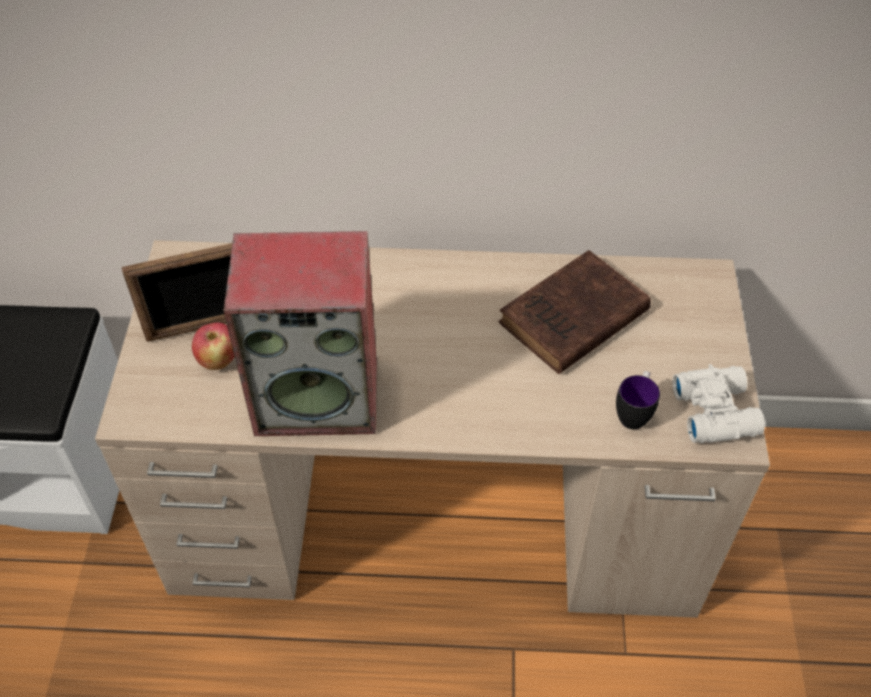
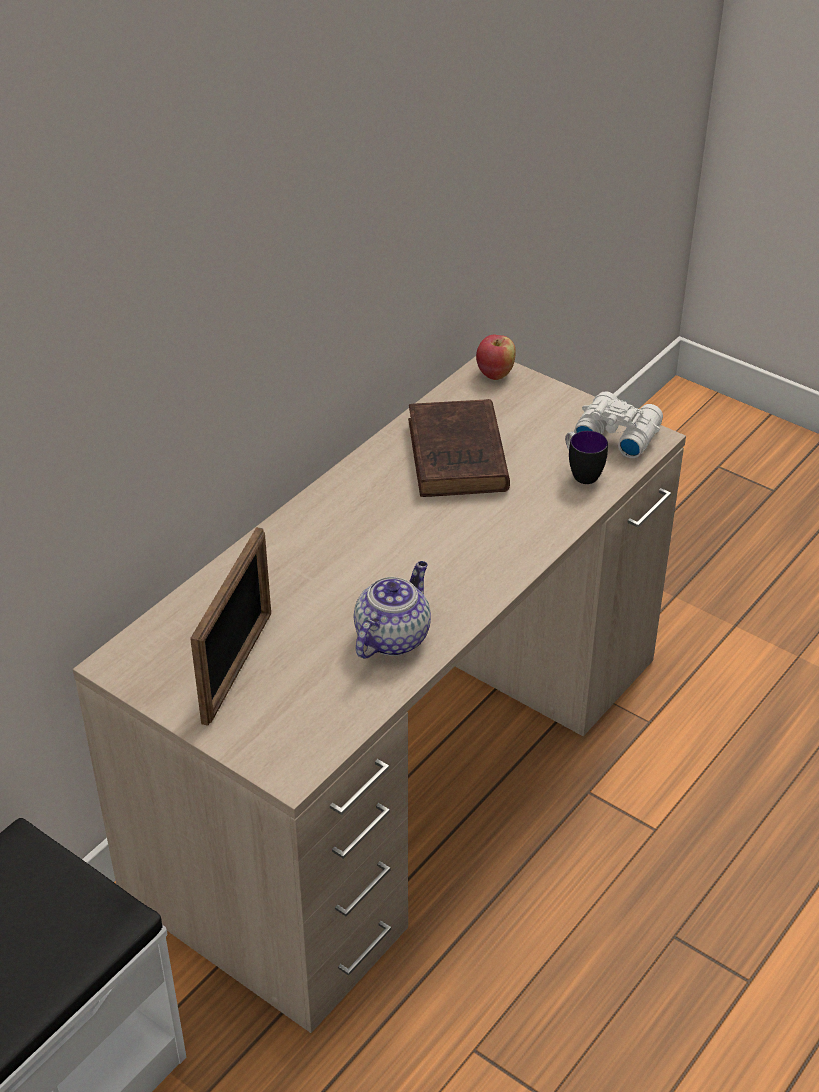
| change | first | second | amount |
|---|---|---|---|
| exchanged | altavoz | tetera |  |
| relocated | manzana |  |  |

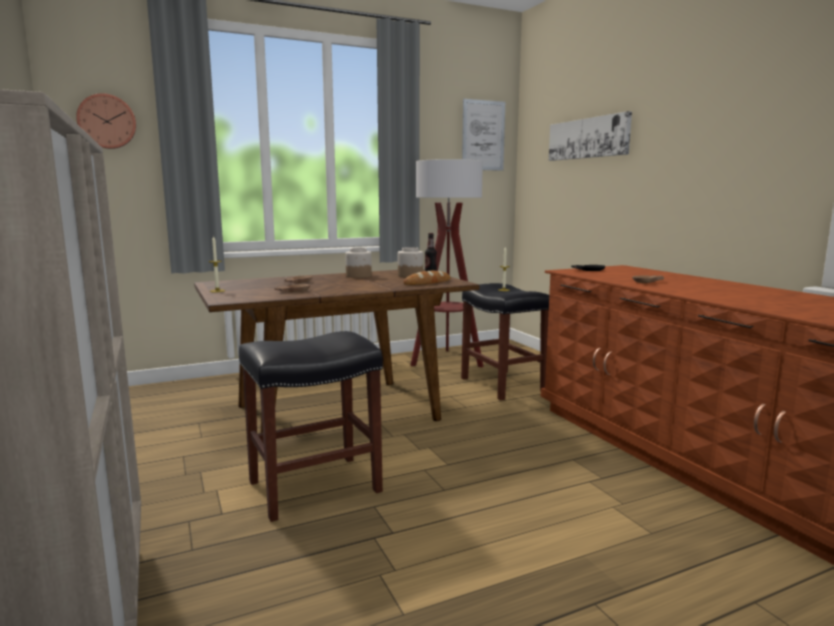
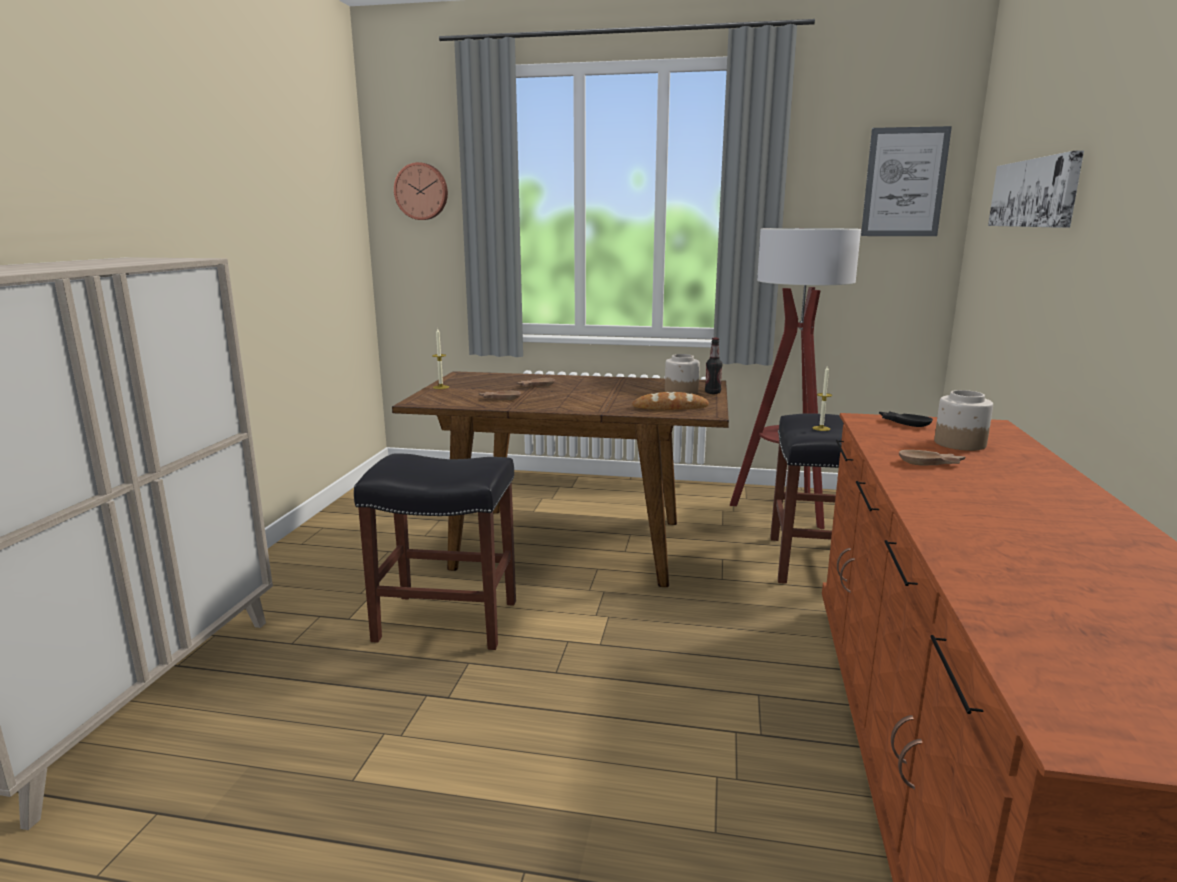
| change | first | second | amount |
|---|---|---|---|
| relocated | tarro (no. 1 from left in the first image) | tarro (no. 2 from left) |  |

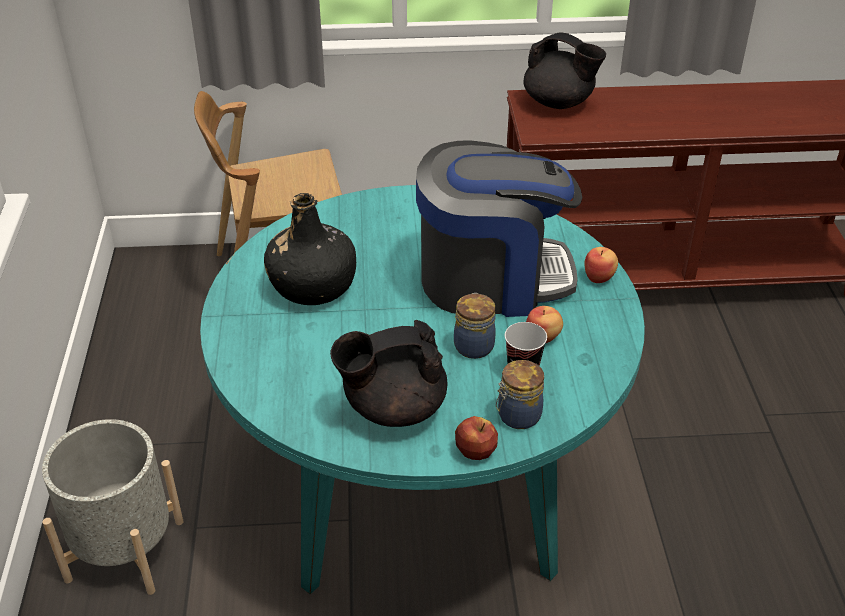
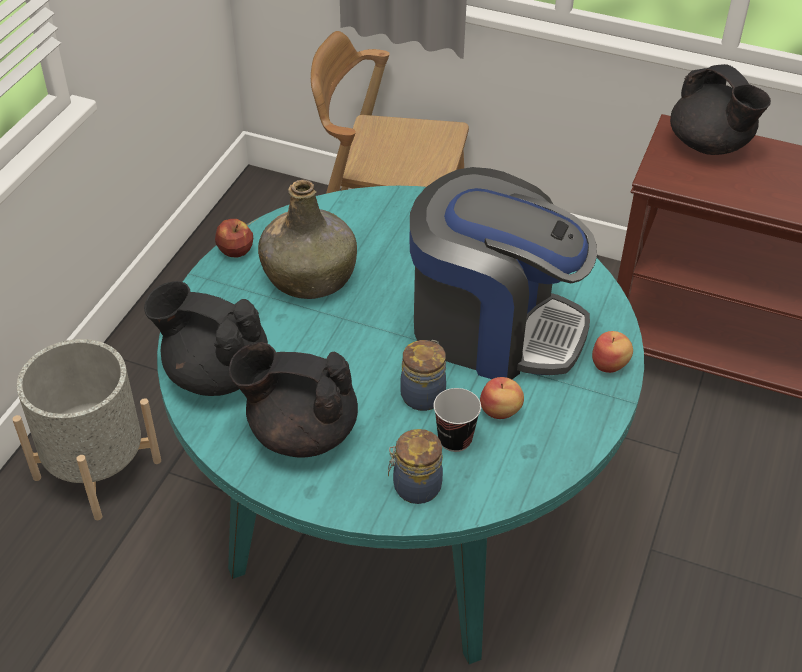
| change | first | second | amount |
|---|---|---|---|
| colour | botella/negro | botella/verde |  |
| relocated | manzana (no. 1 from left) |  |  |
| appeared |  | tetera/negro (no. 1 from left) |  |

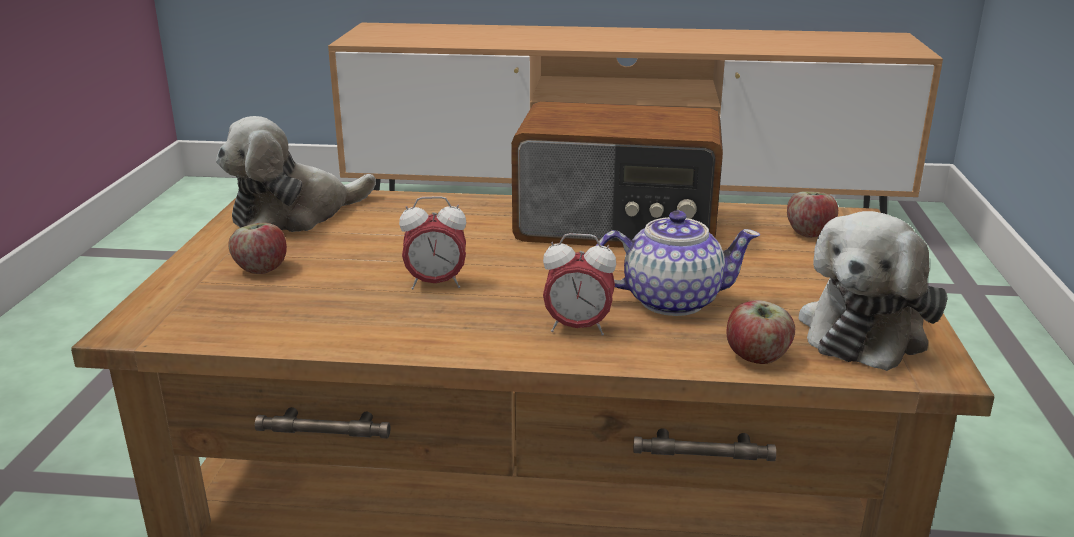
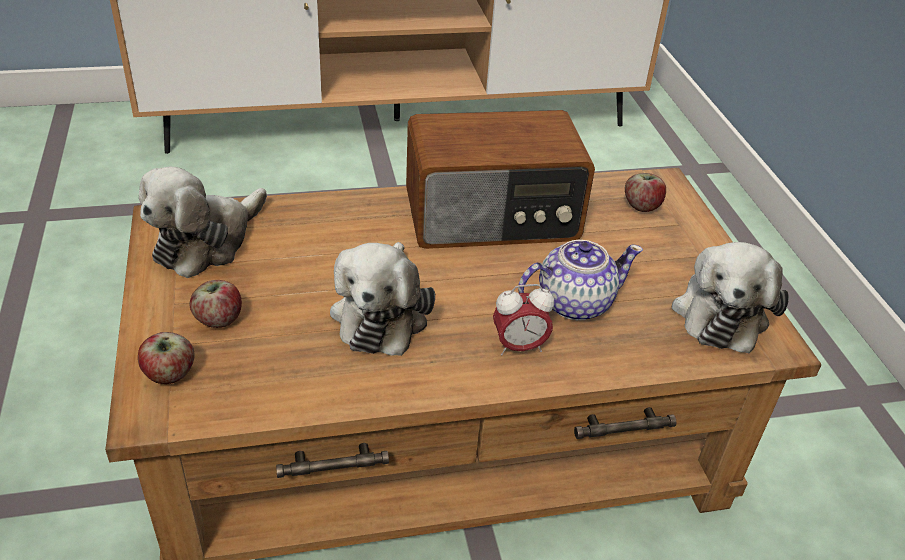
| change | first | second | amount |
|---|---|---|---|
| exchanged | despertador (no. 1 from left) | peluche (no. 2 from left) |  |
| relocated | manzana (no. 2 from left in the first image) | manzana (no. 1 from left) |  |

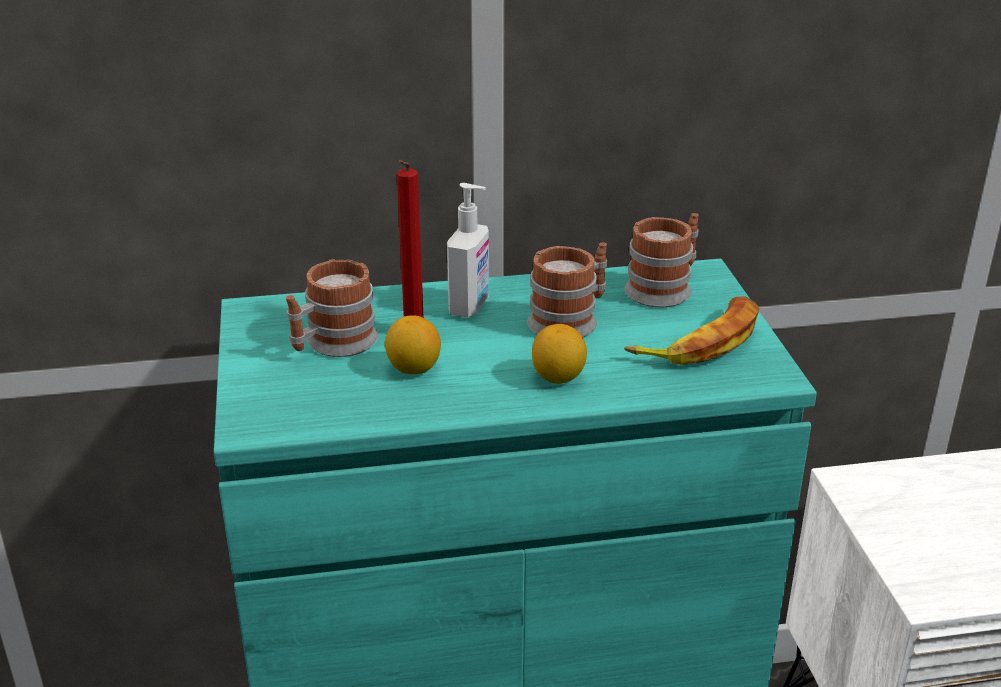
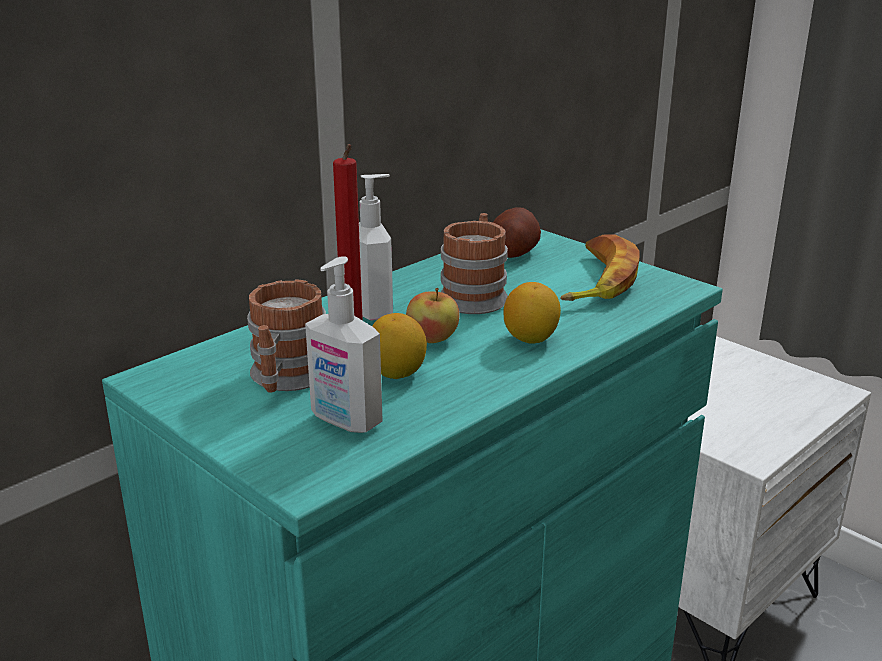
| change | first | second | amount |
|---|---|---|---|
| exchanged | taza grande (no. 3 from left) | patata |  |
| appeared |  | dispensador de jabón (no. 1 from left) |  |
| appeared |  | manzana |  |

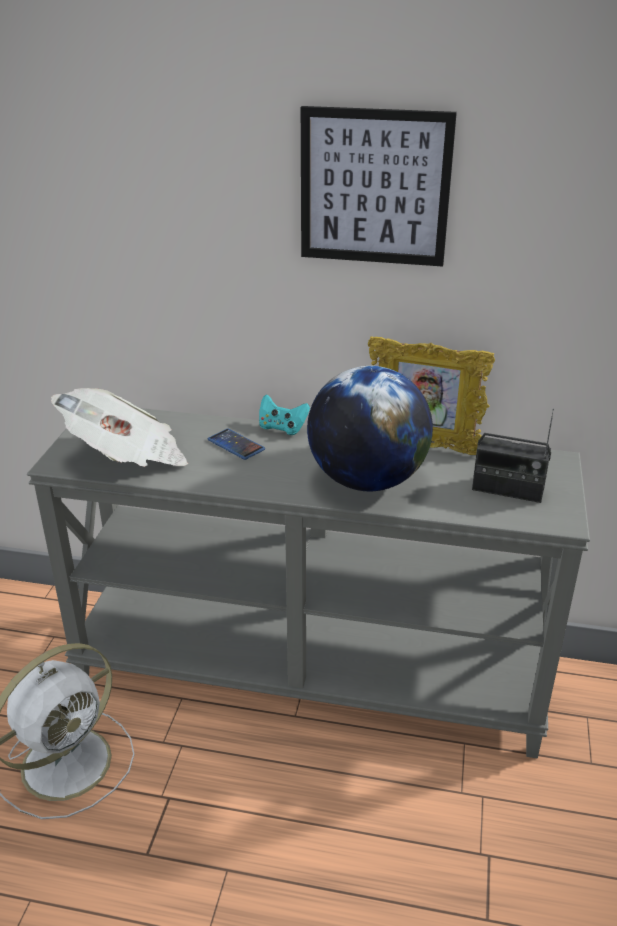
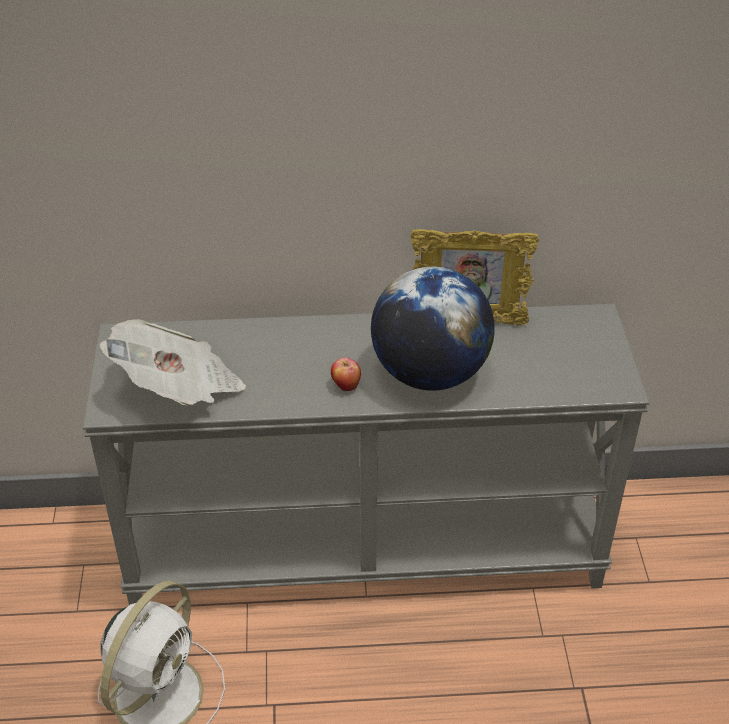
| change | first | second | amount |
|---|---|---|---|
| missing | cuadro |  |  |
| missing | mando de consola/turquesa |  |  |
| missing | radio |  |  |
| missing | móvil |  |  |
| appeared |  | manzana |  |

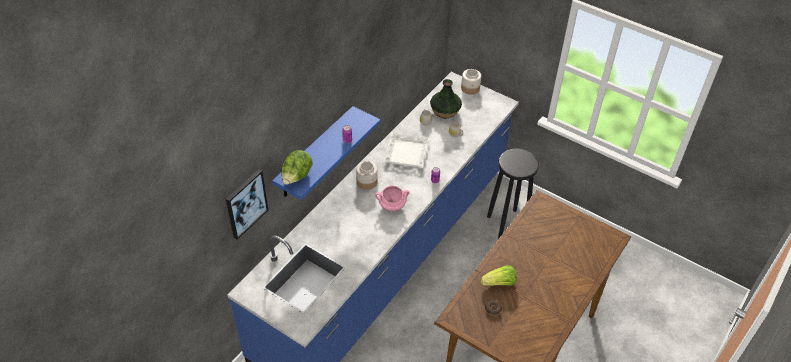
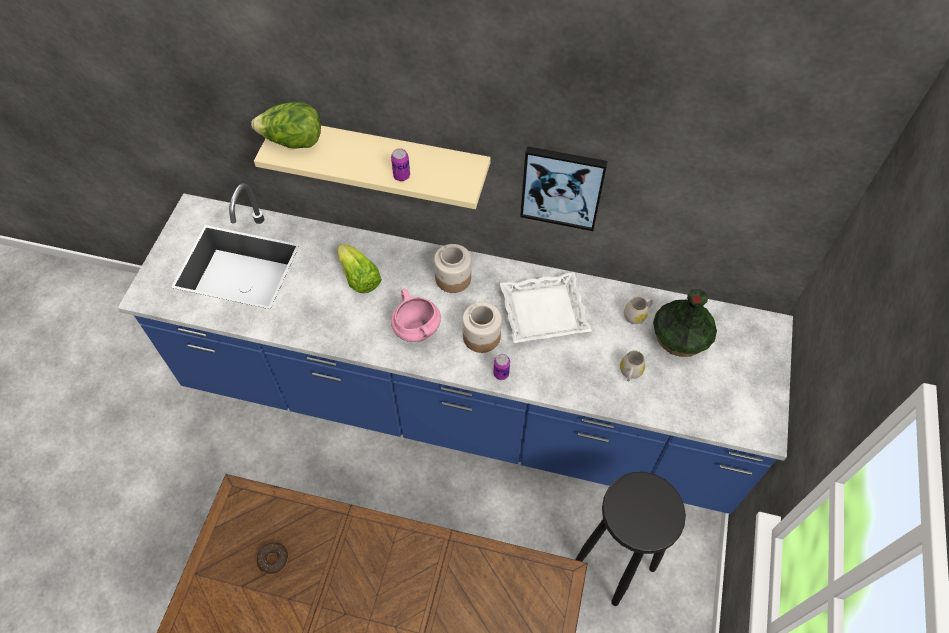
| change | first | second | amount |
|---|---|---|---|
| relocated | tarro (no. 2 from left) |  |  |
| colour | estante/azul | estante/beis |  |
| relocated | cuadro |  |  |
| relocated | lechuga (no. 2 from left) |  |  |

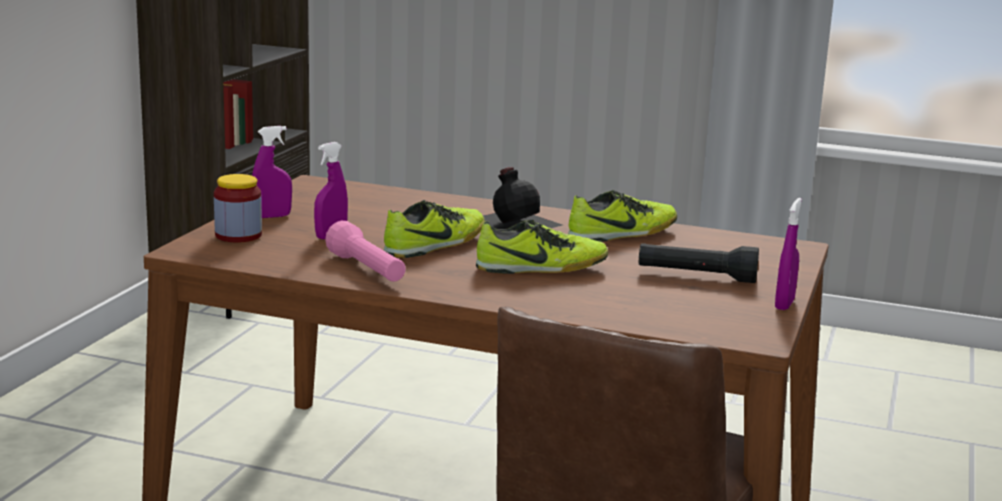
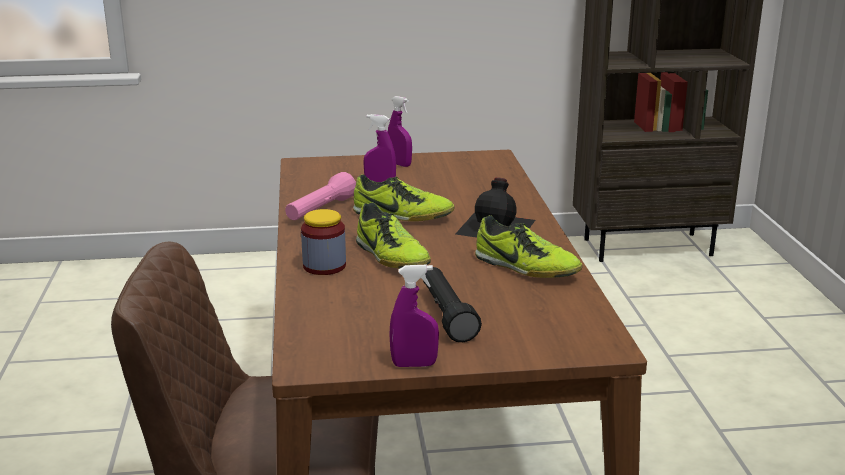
| change | first | second | amount |
|---|---|---|---|
| relocated | tarro |  |  |

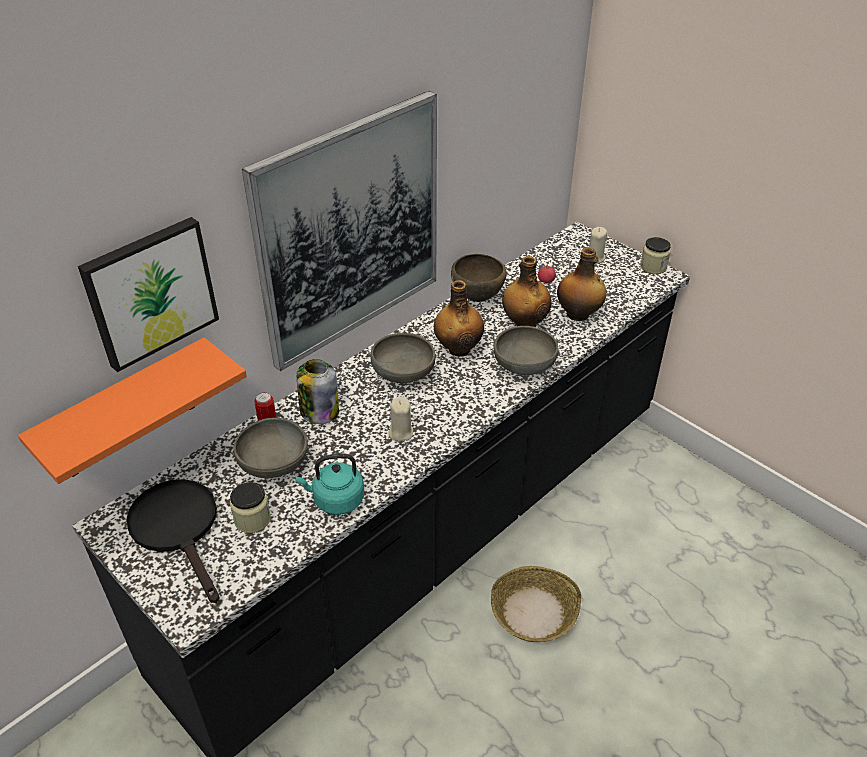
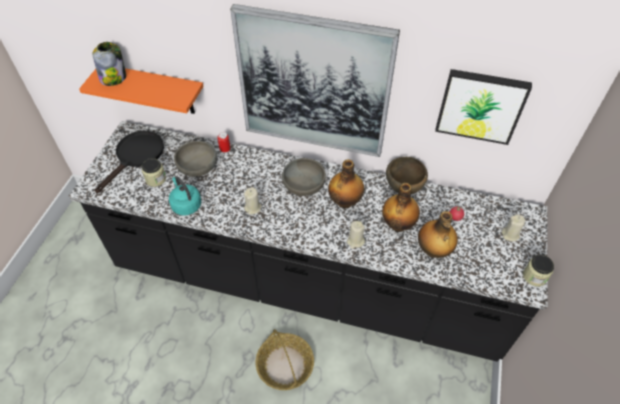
| change | first | second | amount |
|---|---|---|---|
| relocated | cuadro (no. 1 from left in the first image) | cuadro (no. 2 from left) |  |
| exchanged | cuenco/gris (no. 3 from left) | vela/beis (no. 2 from left) |  |
| relocated | tarro (no. 2 from left in the first image) | tarro (no. 1 from left) |  |

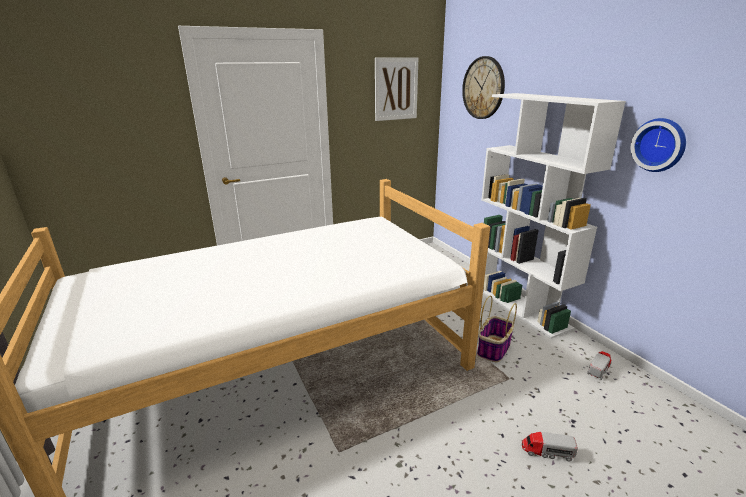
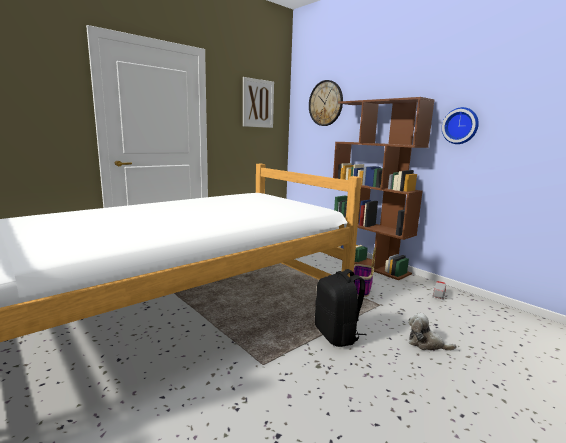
| change | first | second | amount |
|---|---|---|---|
| colour | estantería/blanco | estantería/marrón |  |
| exchanged | camión de juguete (no. 1 from left) | peluche |  |
| appeared |  | mochila/negro |  |

